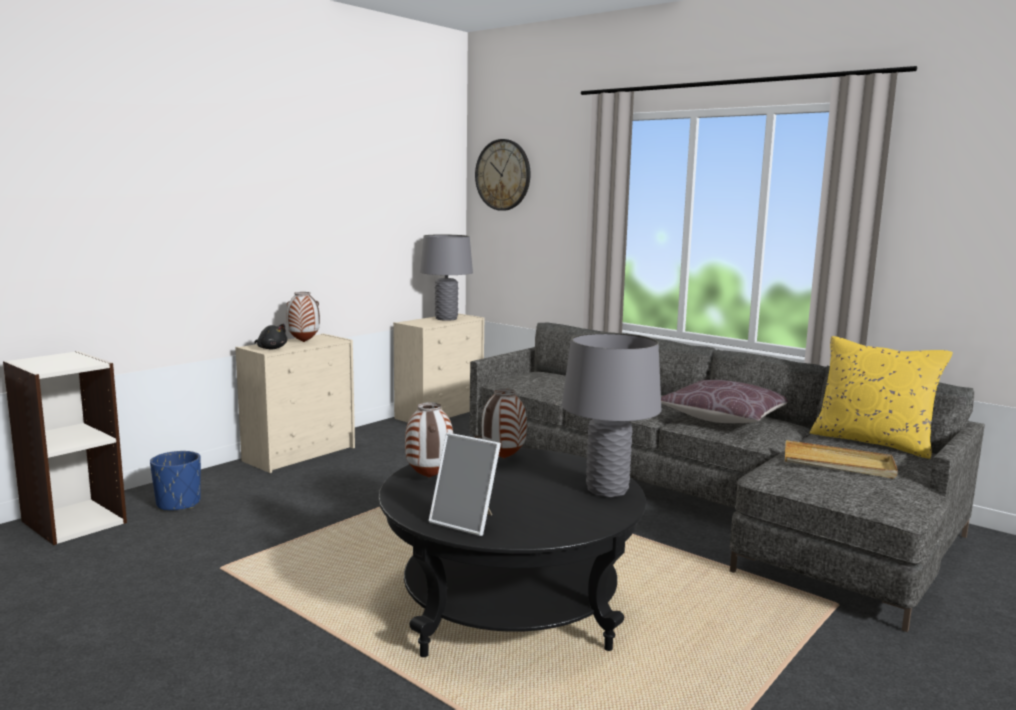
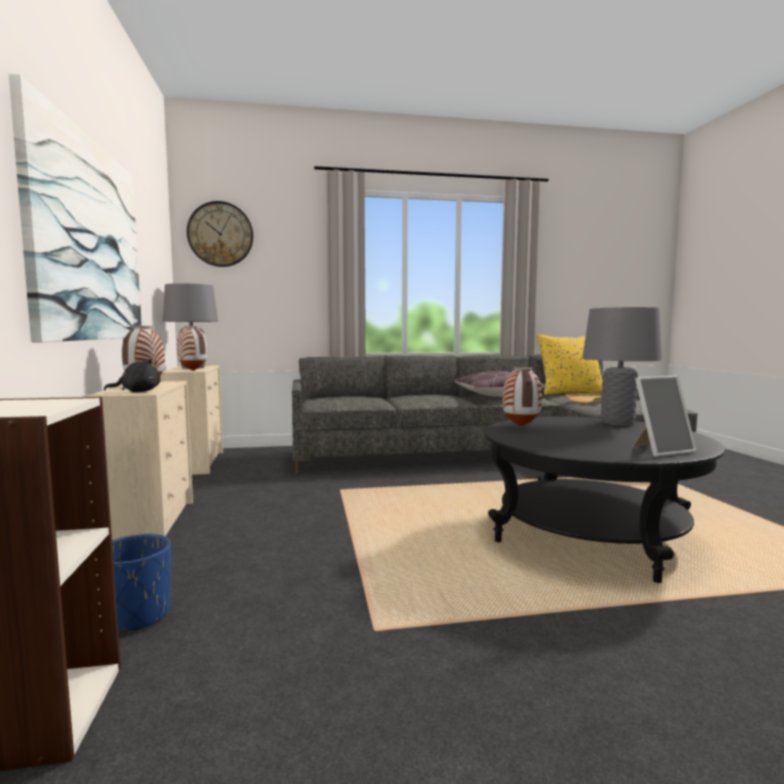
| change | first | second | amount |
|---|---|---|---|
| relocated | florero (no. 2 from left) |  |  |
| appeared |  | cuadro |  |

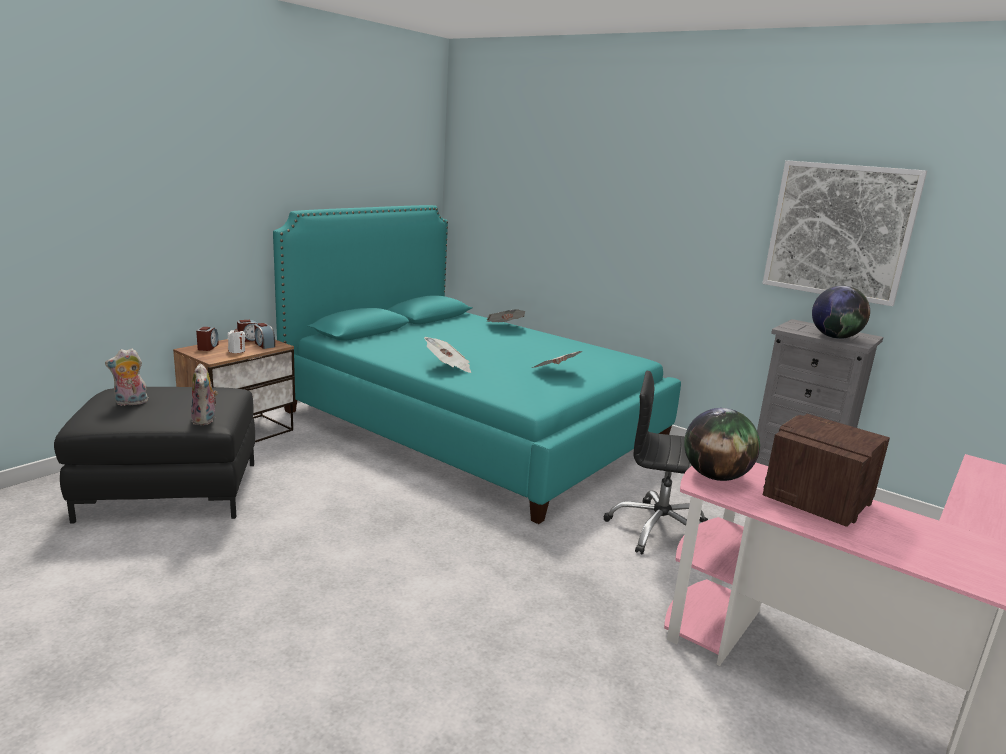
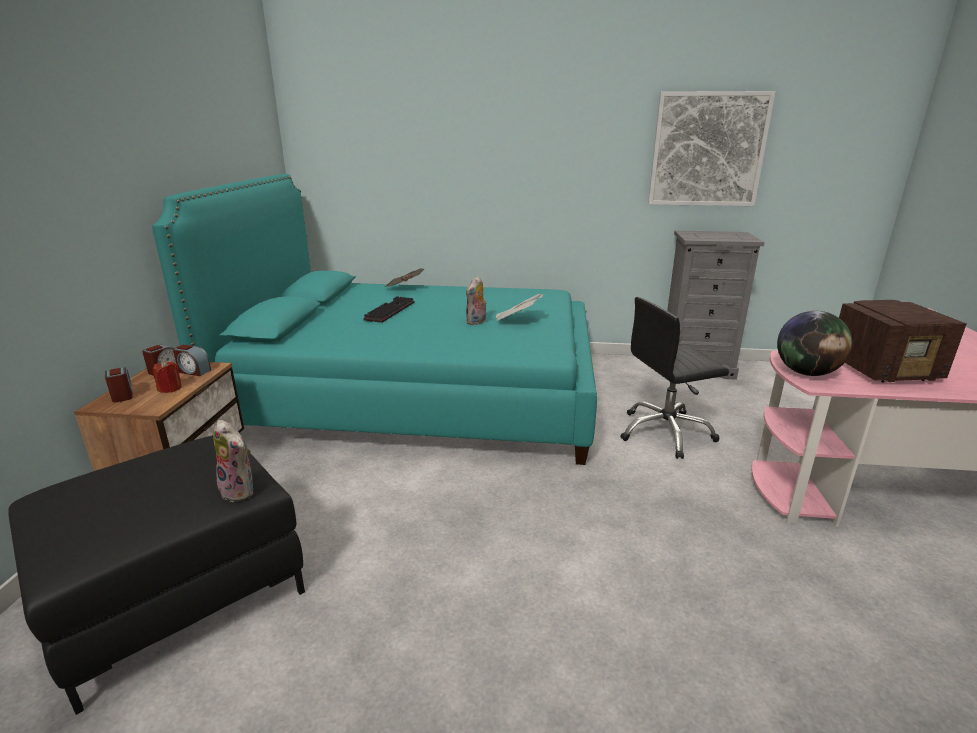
| change | first | second | amount |
|---|---|---|---|
| missing | globo terráqueo (no. 2 from left) |  |  |
| colour | vela/blanco | vela/rojo |  |
| missing | periódico (no. 1 from left) |  |  |
| relocated | peluche (no. 1 from left in the first image) | peluche (no. 2 from left) |  |
| spun | radio |  | 105 degrees counterclockwise |
| appeared |  | teclado |  |

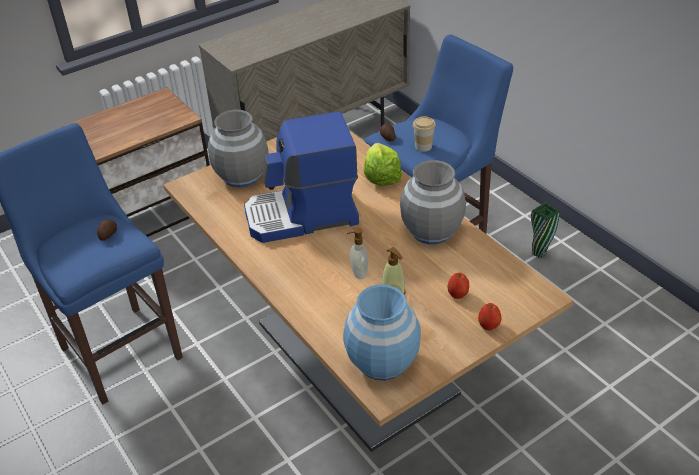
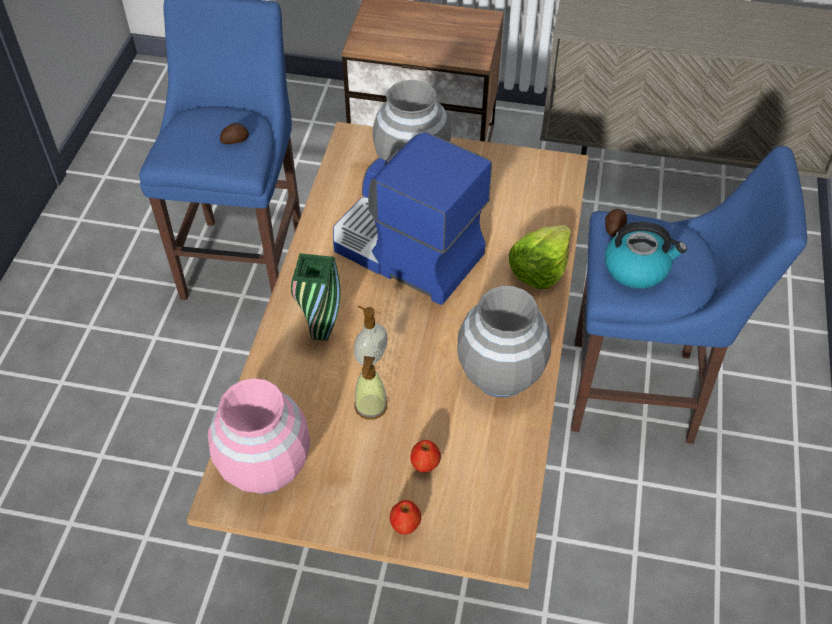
| change | first | second | amount |
|---|---|---|---|
| exchanged | taza | hervidor |  |
| relocated | florero/verde |  |  |
| colour | florero/azul | florero/rosa |  |

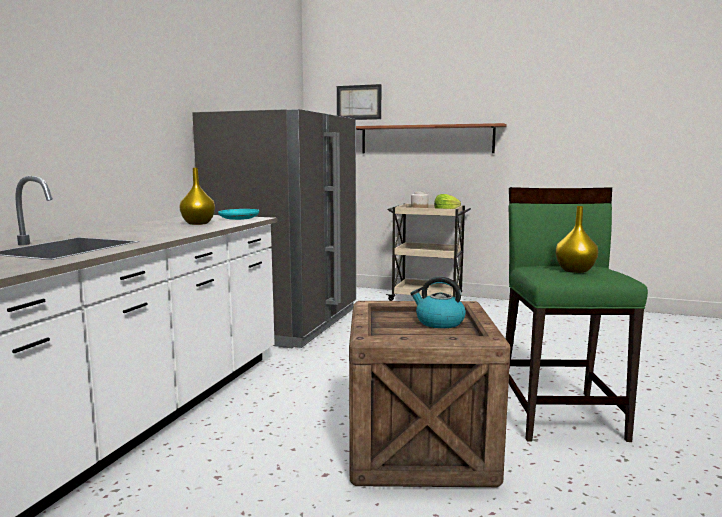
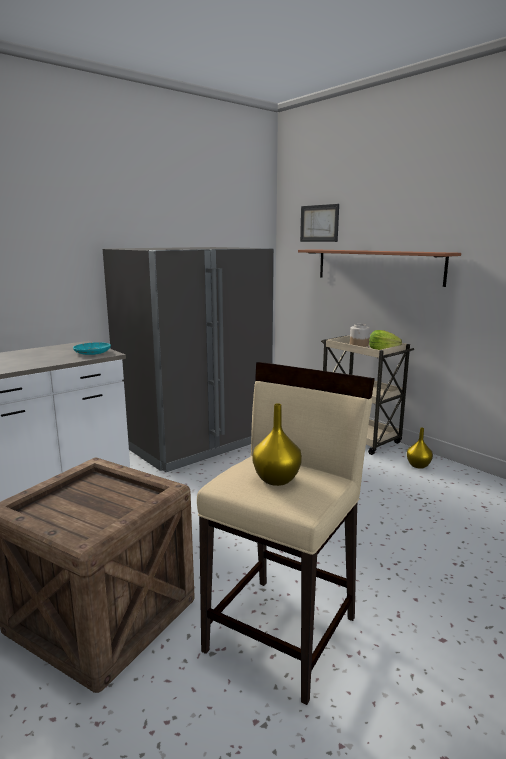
| change | first | second | amount |
|---|---|---|---|
| relocated | florero/amarillo (no. 1 from left in the first image) | florero/amarillo (no. 2 from left) |  |
| colour | taburete/verde | taburete/beis |  |
| missing | hervidor |  |  |

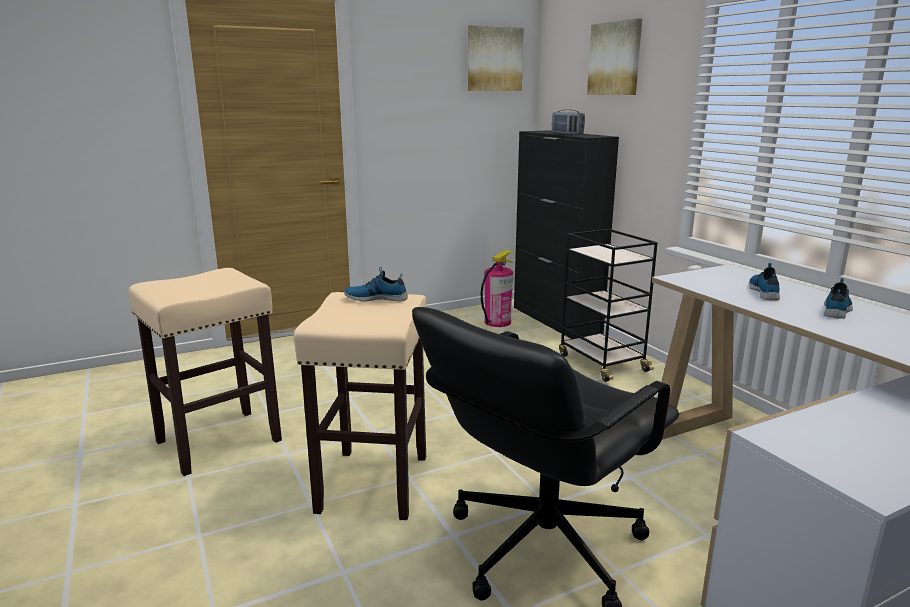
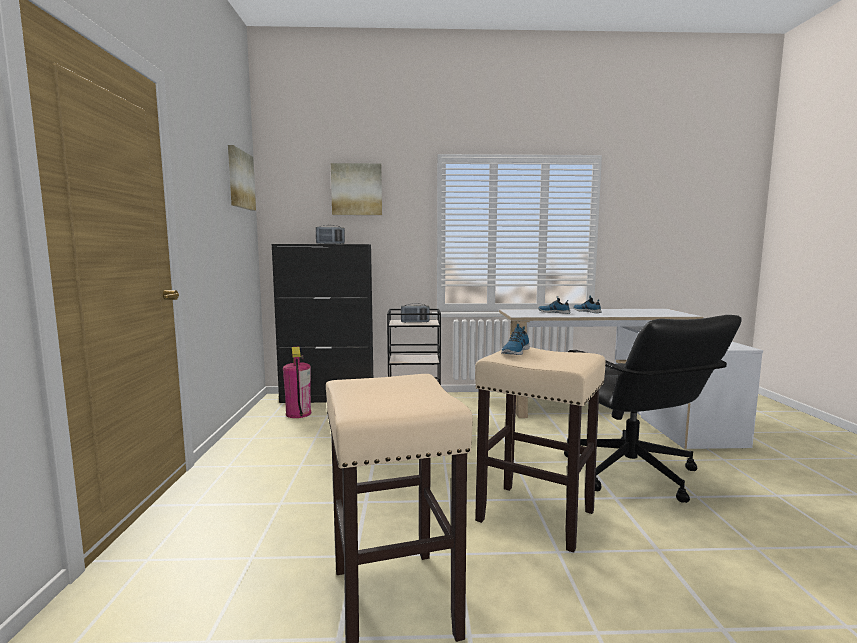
| change | first | second | amount |
|---|---|---|---|
| appeared |  | radio (no. 2 from left) |  |

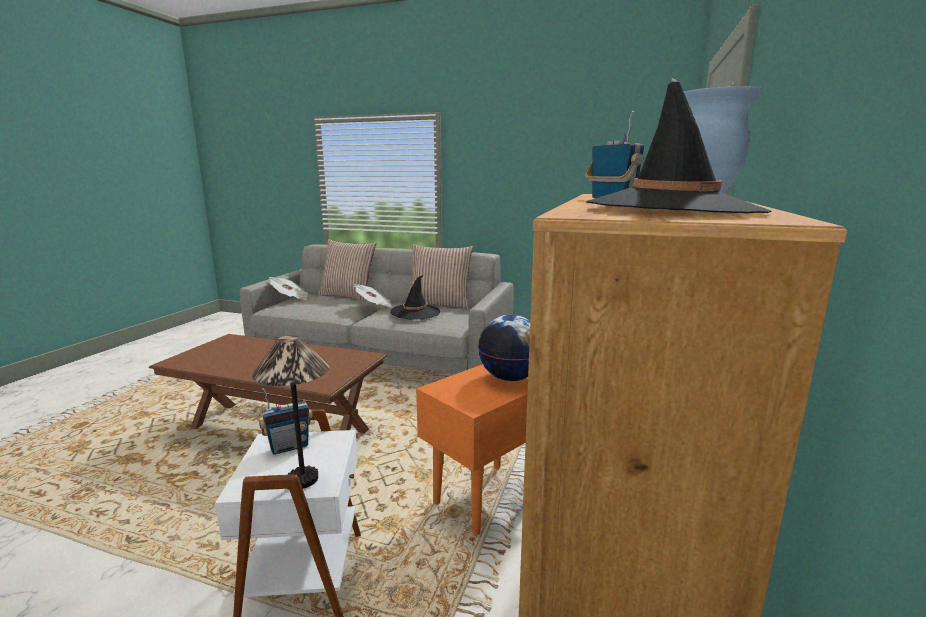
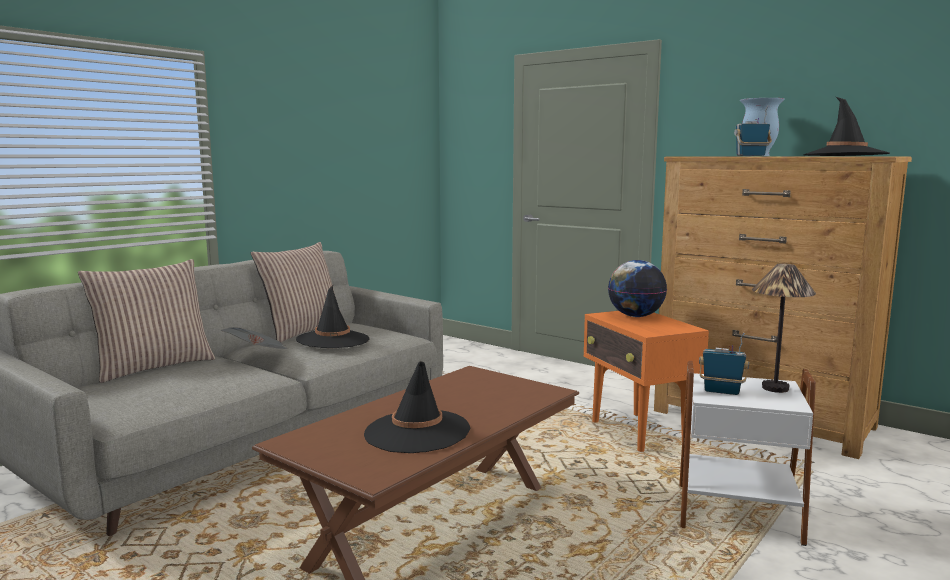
| change | first | second | amount |
|---|---|---|---|
| missing | periódico (no. 1 from left) |  |  |
| spun | radio (no. 1 from left) |  | 60 degrees counterclockwise |
| appeared |  | sombrero/negro (no. 2 from left) |  |

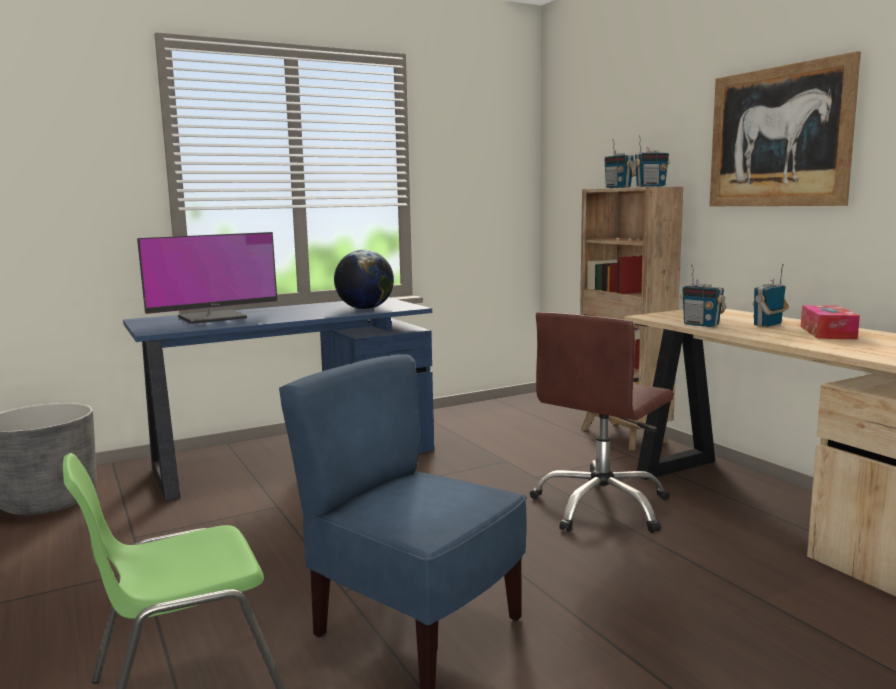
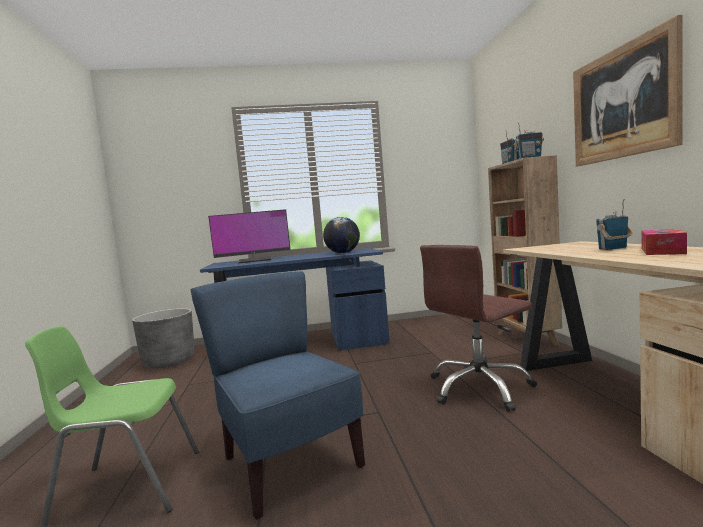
| change | first | second | amount |
|---|---|---|---|
| missing | radio (no. 3 from left) |  |  |

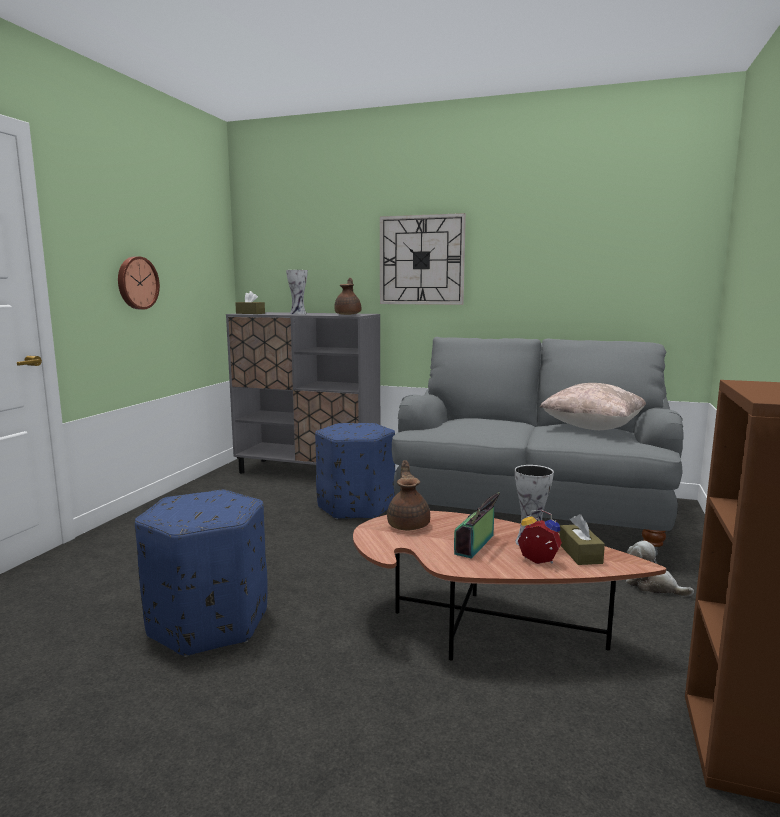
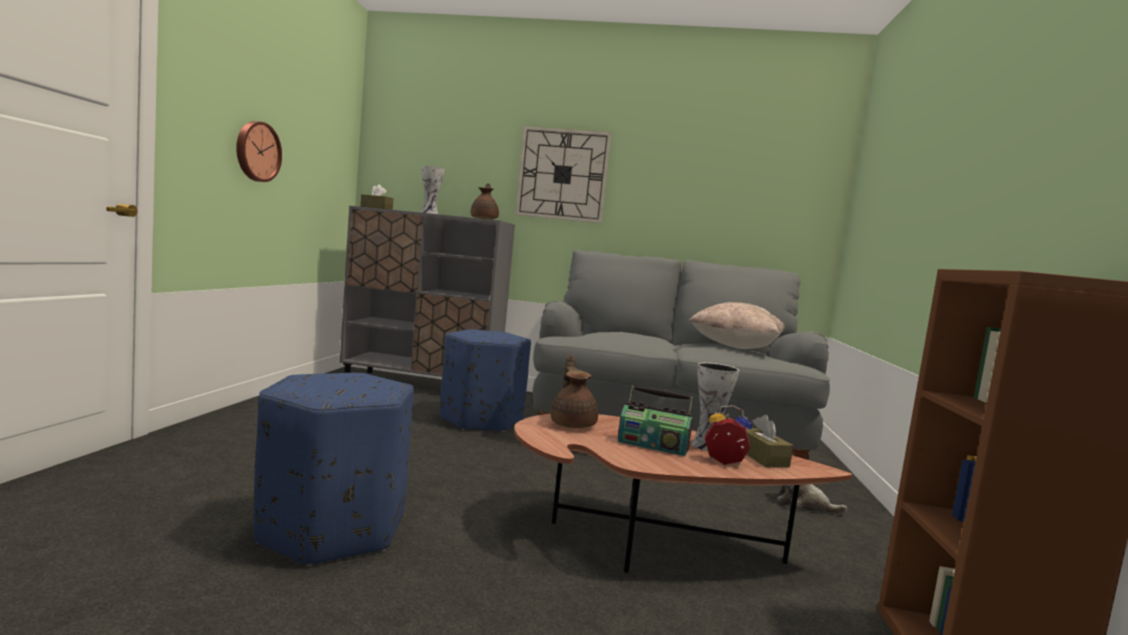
| change | first | second | amount |
|---|---|---|---|
| spun | radio |  | 90 degrees counterclockwise |

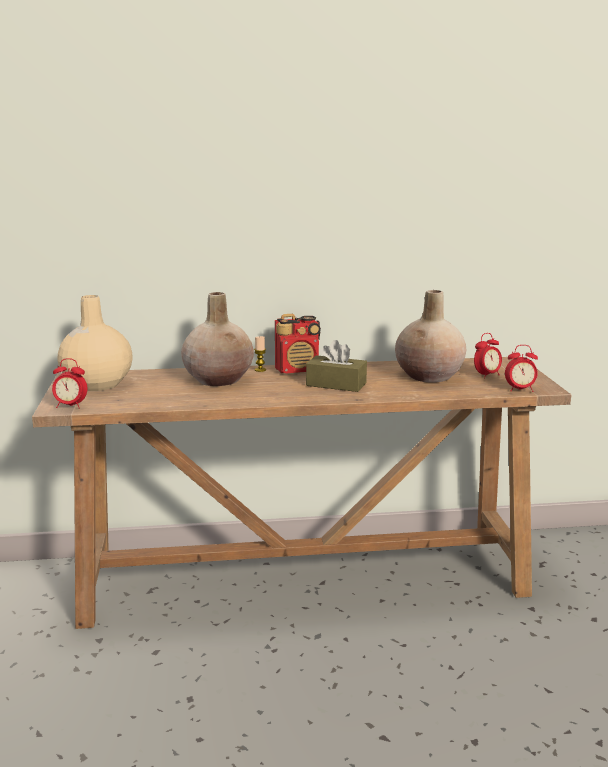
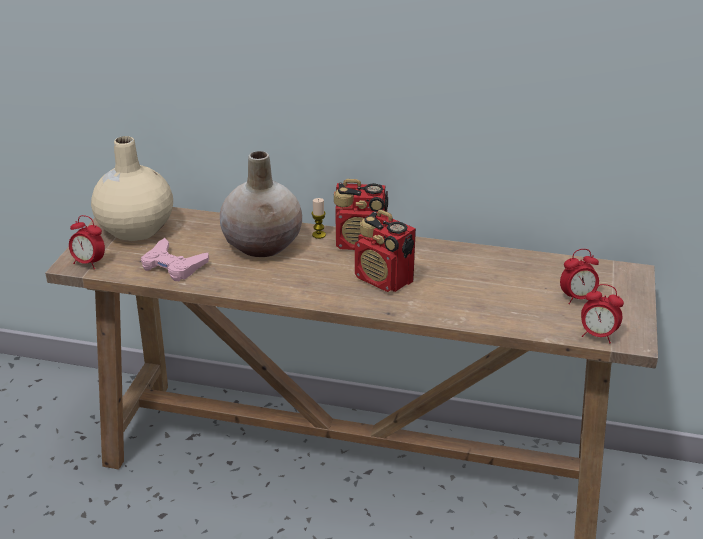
| change | first | second | amount |
|---|---|---|---|
| missing | florero/beis (no. 3 from left) |  |  |
| exchanged | caja de pañuelos/marrón | radio (no. 2 from left) |  |
| appeared |  | mando de consola/rosa |  |

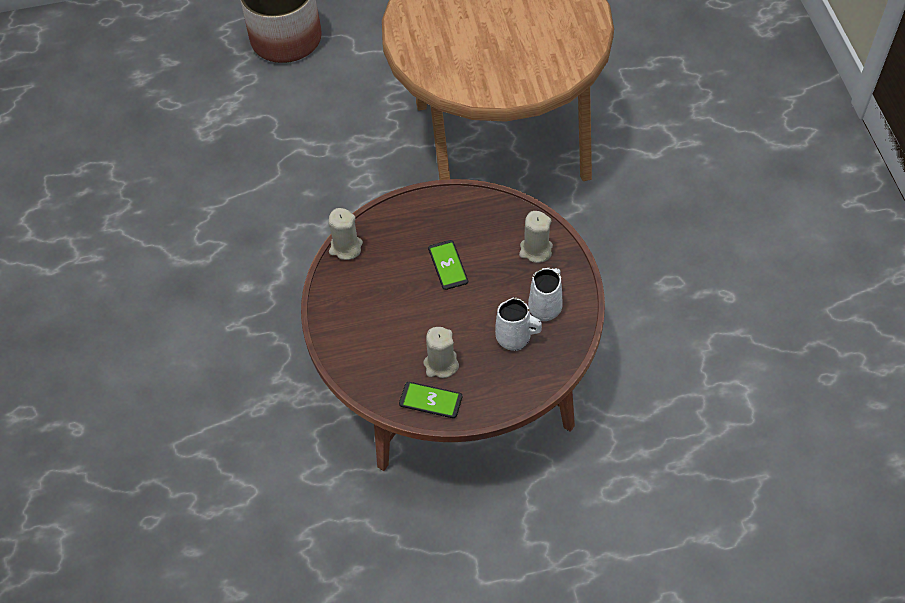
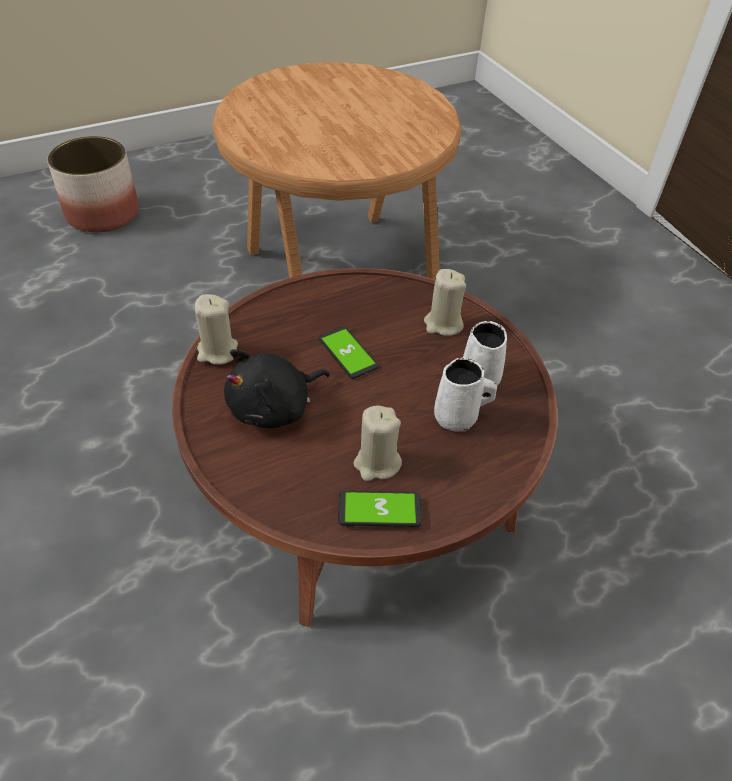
| change | first | second | amount |
|---|---|---|---|
| appeared |  | peluche/negro |  |

